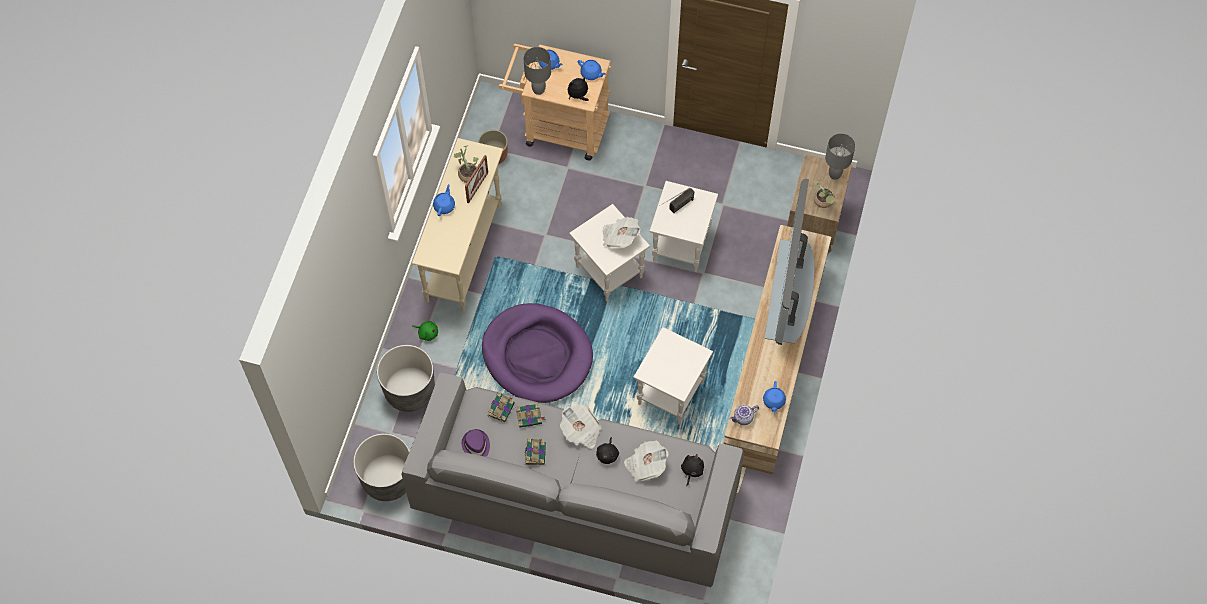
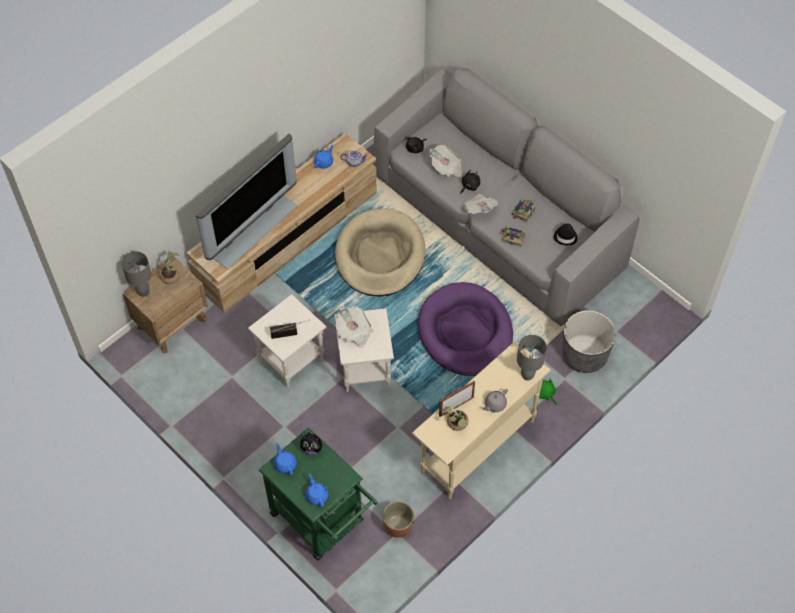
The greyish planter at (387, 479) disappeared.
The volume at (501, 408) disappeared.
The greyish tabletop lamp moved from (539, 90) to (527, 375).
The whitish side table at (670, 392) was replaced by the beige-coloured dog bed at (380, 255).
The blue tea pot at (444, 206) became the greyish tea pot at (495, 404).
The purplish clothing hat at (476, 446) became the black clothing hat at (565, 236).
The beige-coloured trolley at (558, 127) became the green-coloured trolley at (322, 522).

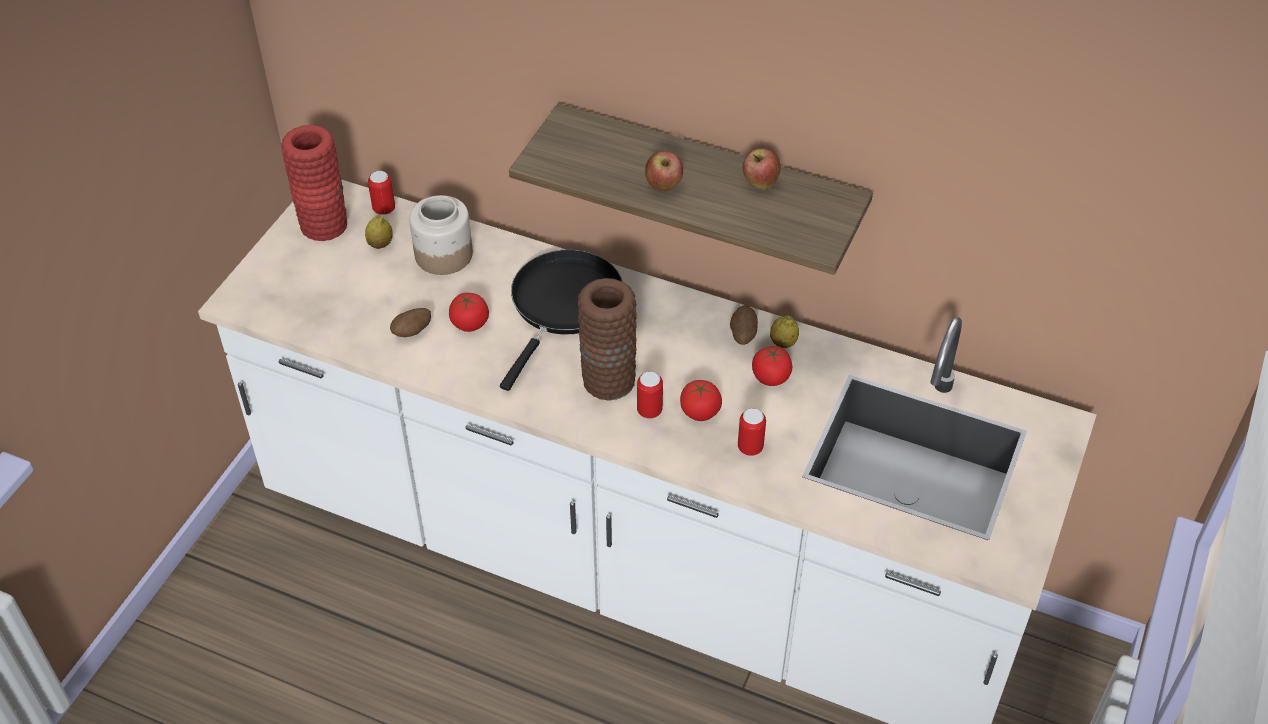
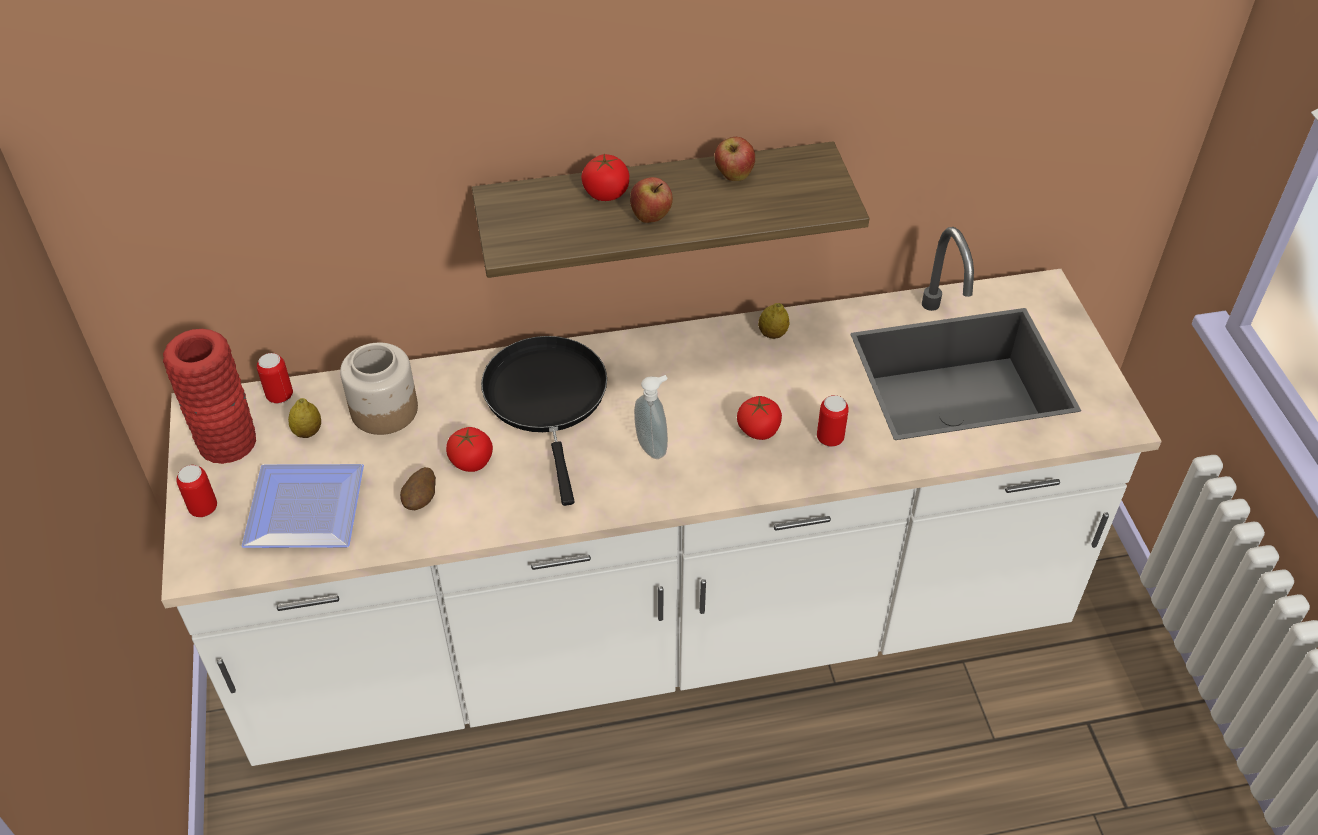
The whole potato at (742, 334) disappeared.
The dinner plate at (310, 507) appeared.
The sealed can moved from (649, 411) to (203, 508).
The fresh tomato moved from (771, 377) to (606, 193).
The brown decorative vase at (608, 381) was replaced by the soap bottle at (653, 446).

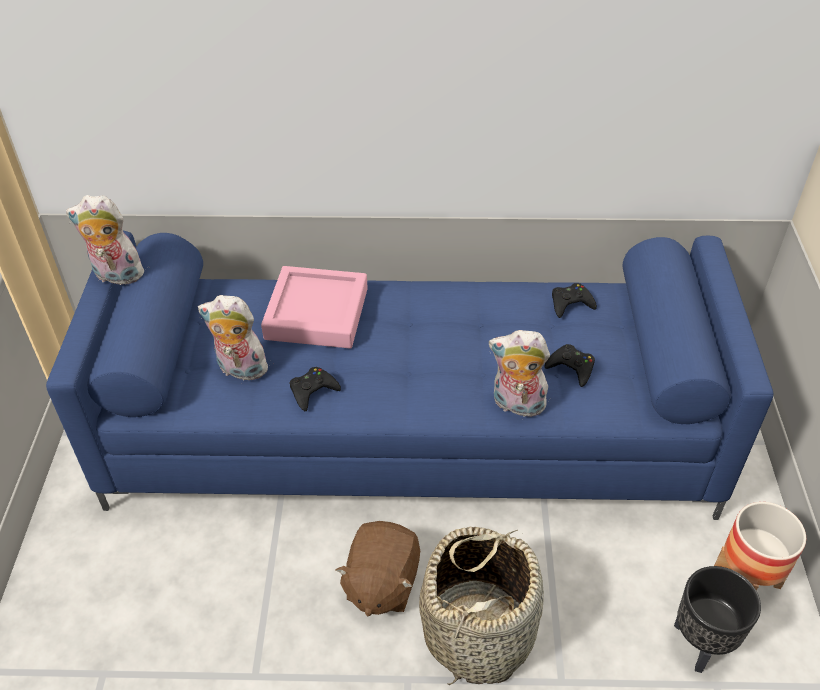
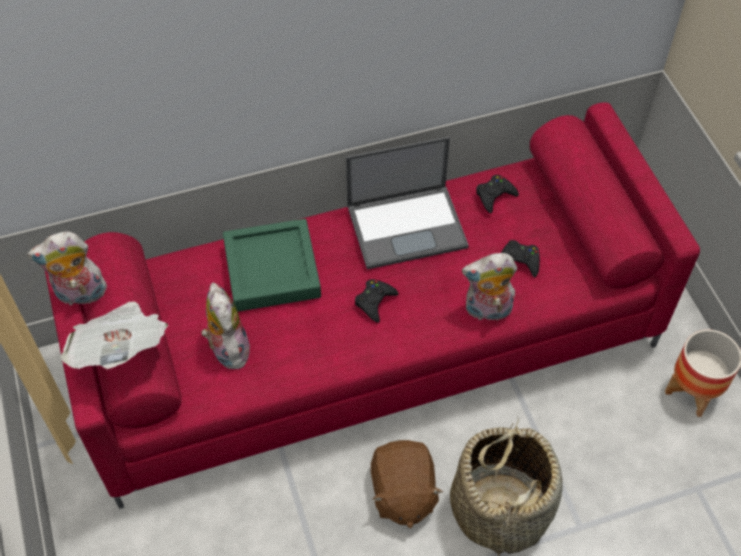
The black planter at (701, 644) disappeared.
The printed paper at (121, 349) appeared.
The laptop at (408, 226) appeared.
The black joypad moved from (313, 391) to (375, 302).
The blue sofa at (413, 433) became the reddish sofa at (372, 345).
The pinkish tray at (317, 314) became the green-coloured tray at (272, 270).
The cuddly toy at (239, 370) turned 75 degrees clockwise.

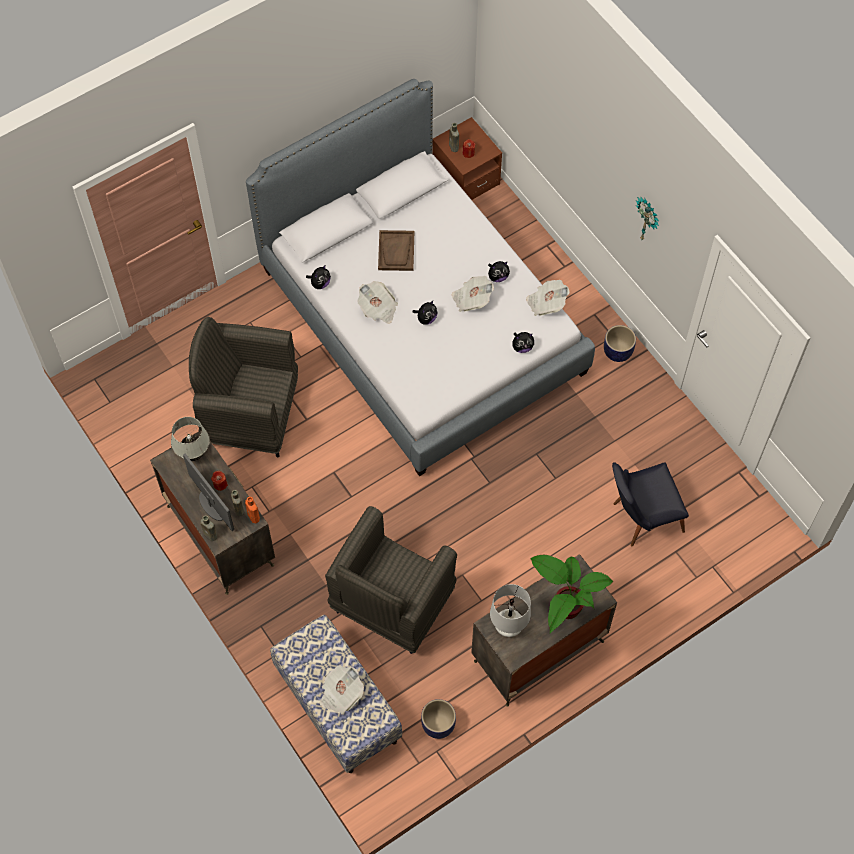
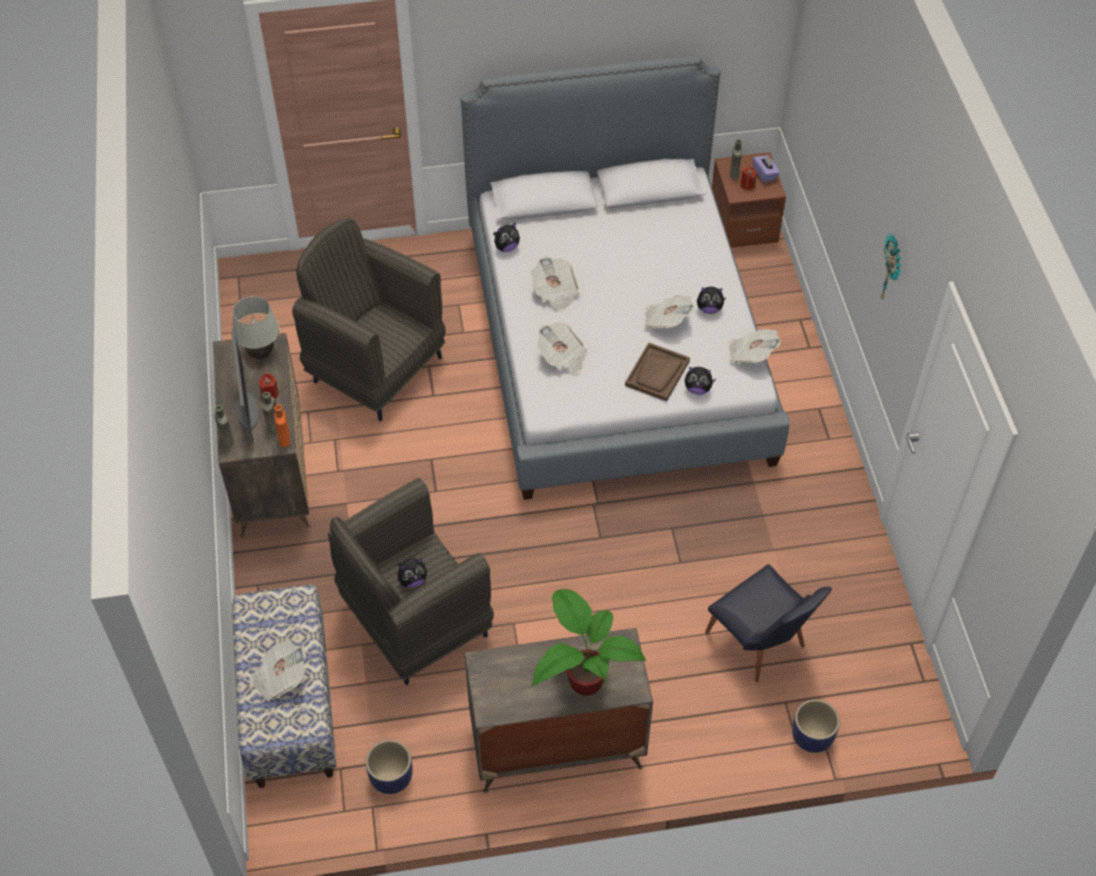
The whitish tabletop lamp at (508, 626) disappeared.
The printed paper at (562, 357) appeared.
The purplish tissue box at (765, 174) appeared.
The brown tray moved from (396, 251) to (657, 373).
The cuddly toy moved from (426, 318) to (412, 580).
The planter moved from (618, 351) to (812, 737).
The black chair at (640, 517) turned 135 degrees counterclockwise.

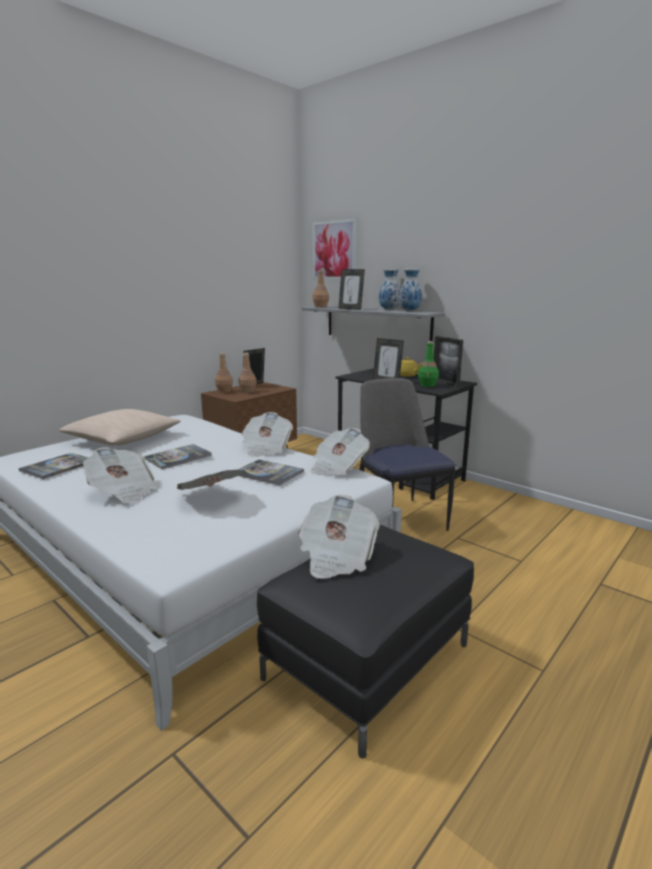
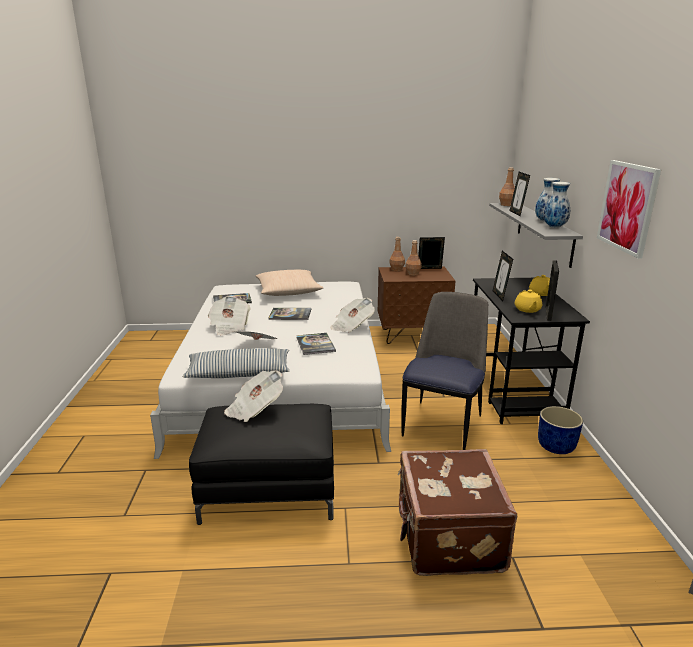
The printed paper at (337, 467) disappeared.
The pillow at (239, 373) appeared.
The brown piece of luggage at (447, 537) appeared.
The blue planter at (556, 446) appeared.
The picture moved from (334, 250) to (627, 207).
The green-coloured bottle at (428, 385) was replaced by the yellow tea pot at (527, 310).

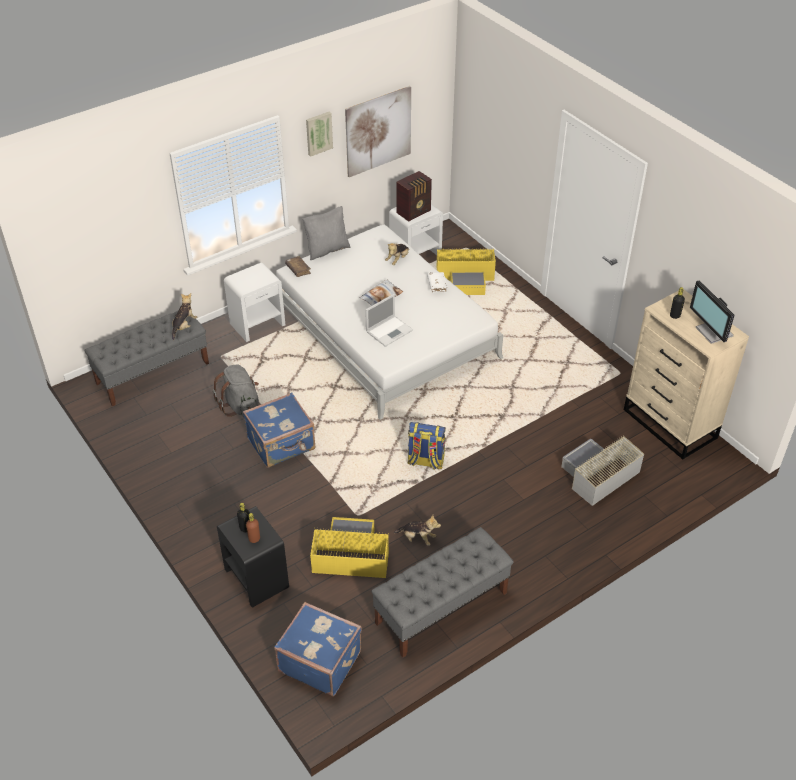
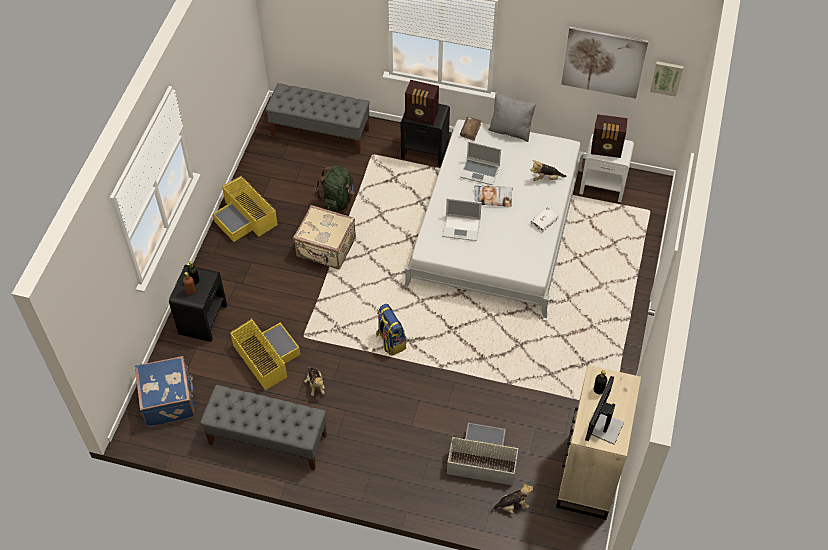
The radio receiver at (422, 116) appeared.
The laptop at (480, 172) appeared.
The cuddly toy moved from (184, 326) to (512, 505).
The picture moved from (318, 133) to (666, 77).
The yellow storage box moved from (466, 278) to (246, 217).
The greyish backpack at (241, 406) became the green-coloured backpack at (338, 201).
The whitish bedside table at (258, 324) became the black bedside table at (425, 150).
The blue piece of luggage at (282, 444) became the beige-coloured piece of luggage at (326, 249).

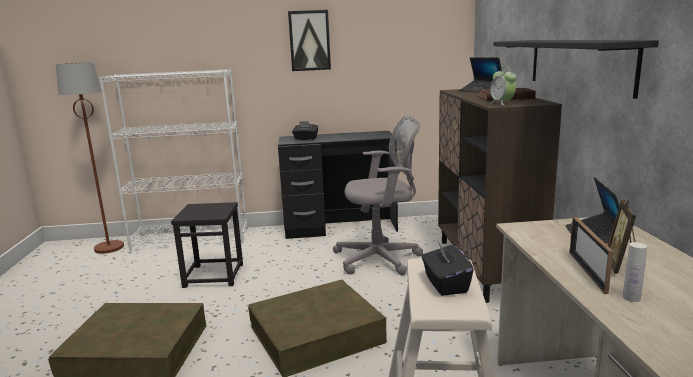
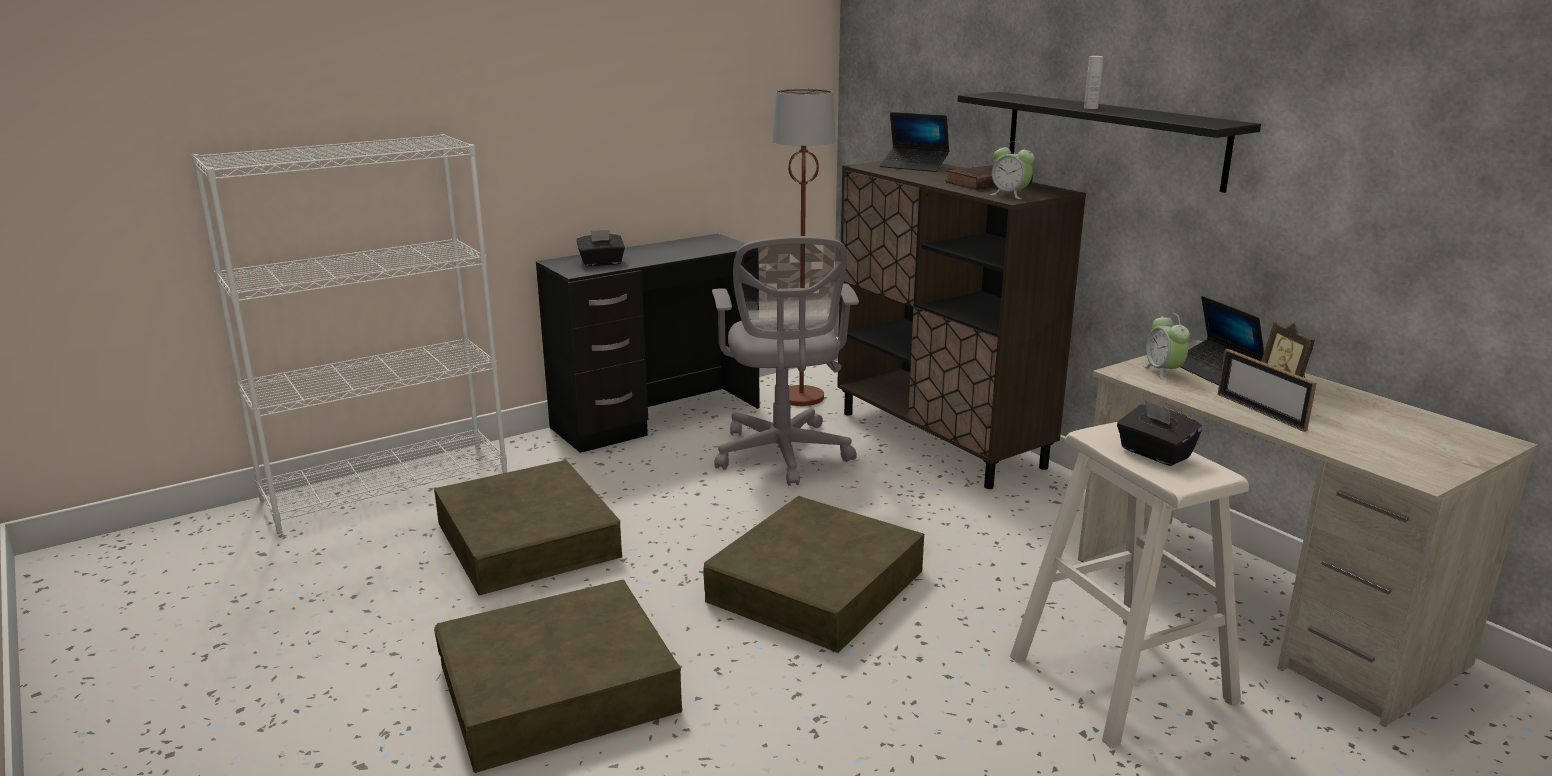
The picture at (309, 40) disappeared.
The alarm clock at (1163, 372) appeared.
The brown floor lamp moved from (109, 248) to (801, 397).
The whitish bottle moved from (631, 298) to (1091, 108).
The black sitting stool at (214, 275) was replaced by the brown storage box at (528, 539).
The greyish office chair at (381, 259) turned 120 degrees clockwise.

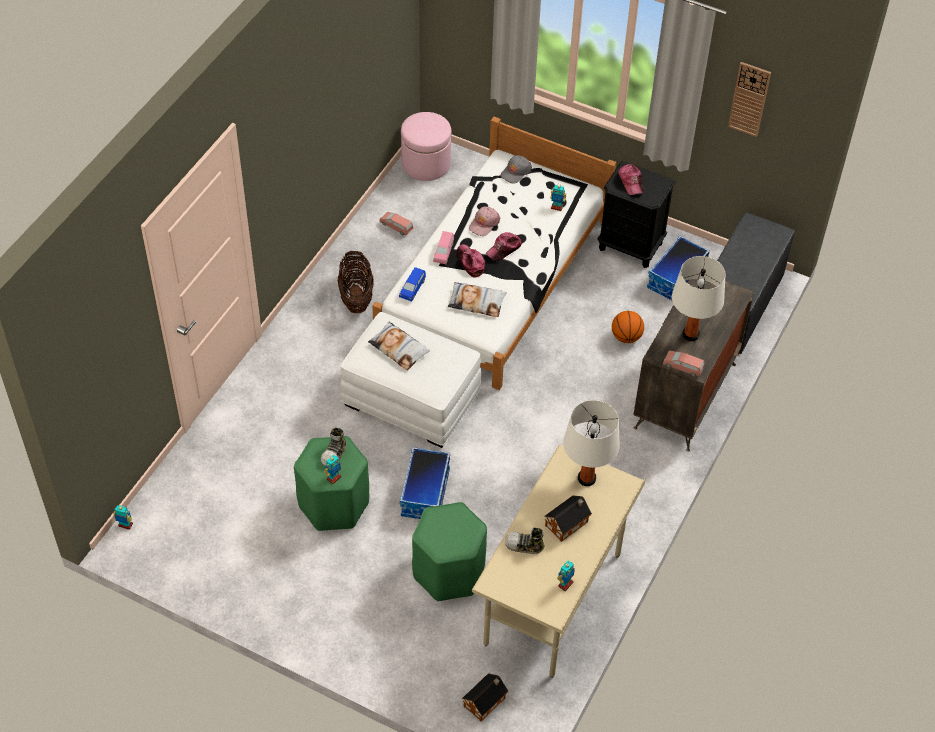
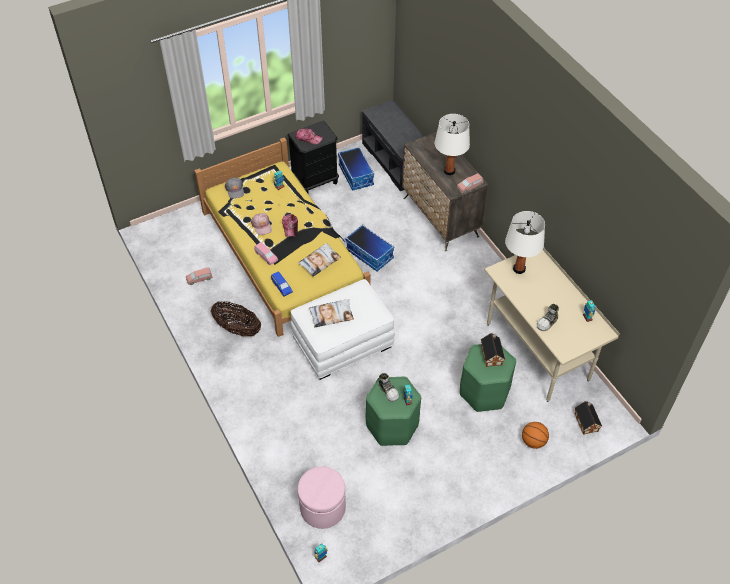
The peaked cap at (470, 262) disappeared.
The hanging clock at (749, 99) disappeared.
The storage box moved from (426, 493) to (370, 254).
The pinkish pouffe moved from (426, 164) to (322, 508).
The toy house moved from (568, 523) to (491, 354).
The basketball ball moved from (626, 337) to (533, 441).
The whitish sleeping bed at (495, 277) became the yellow sleeping bed at (283, 253).

